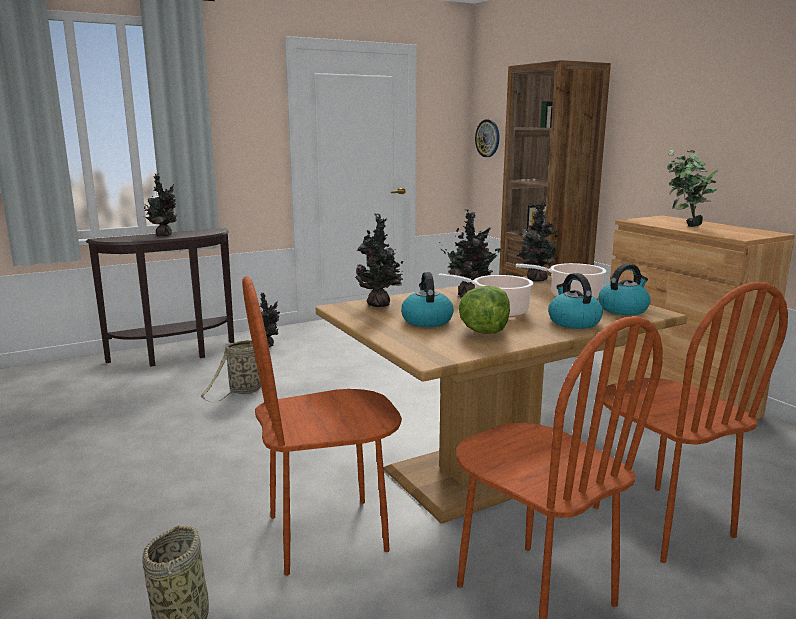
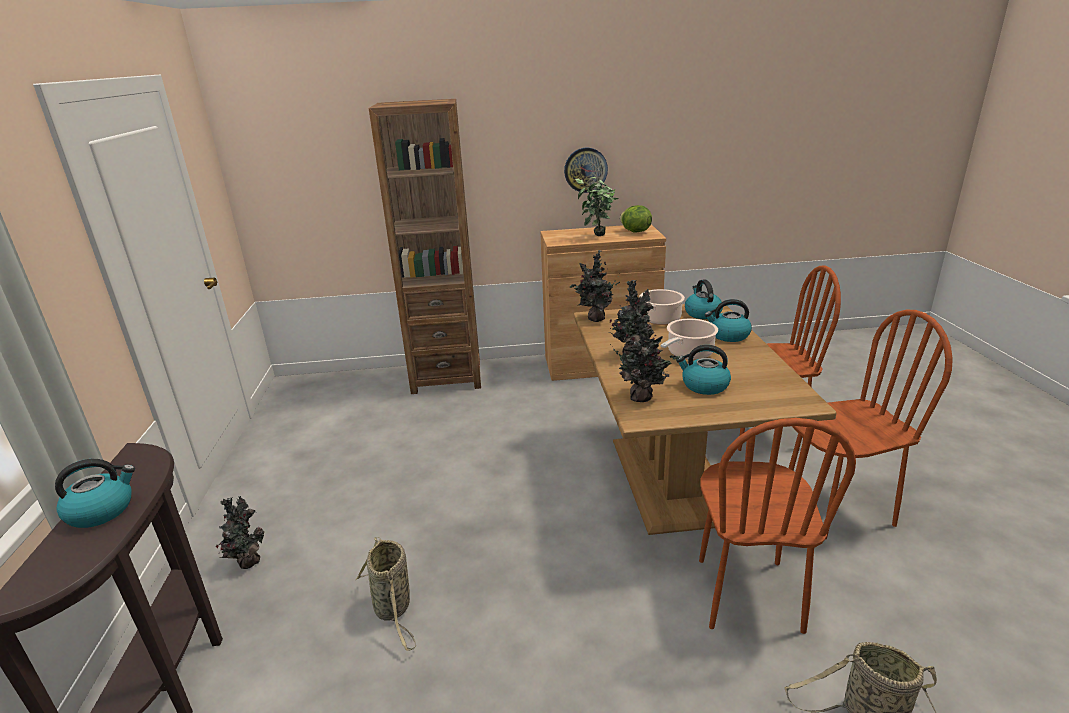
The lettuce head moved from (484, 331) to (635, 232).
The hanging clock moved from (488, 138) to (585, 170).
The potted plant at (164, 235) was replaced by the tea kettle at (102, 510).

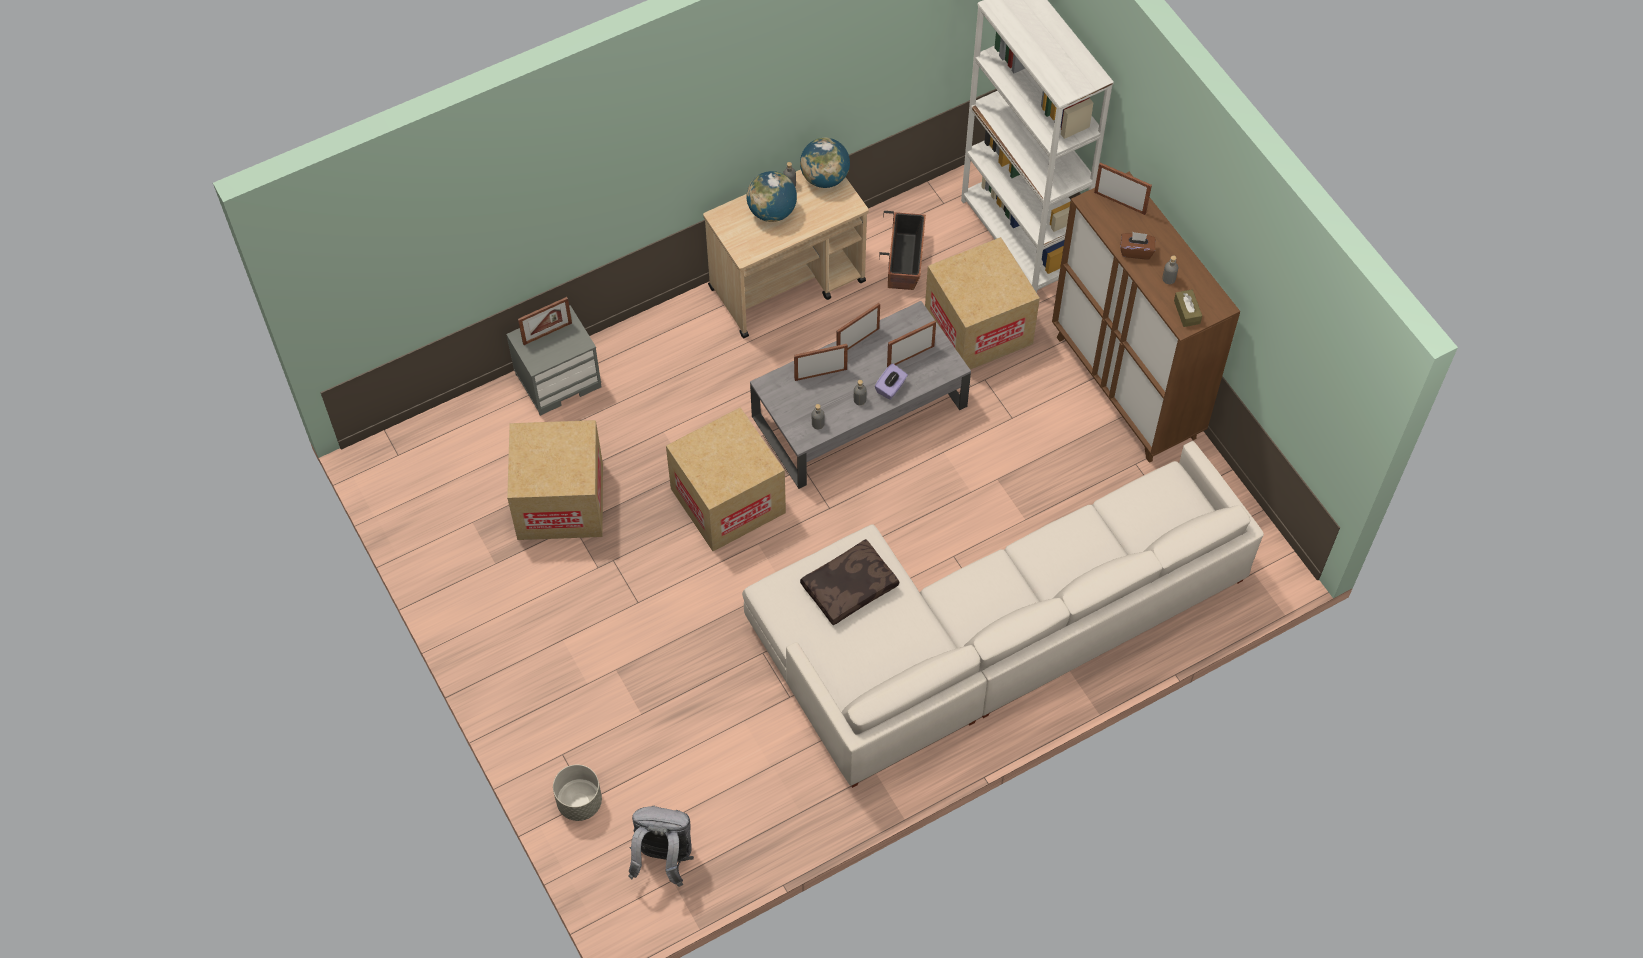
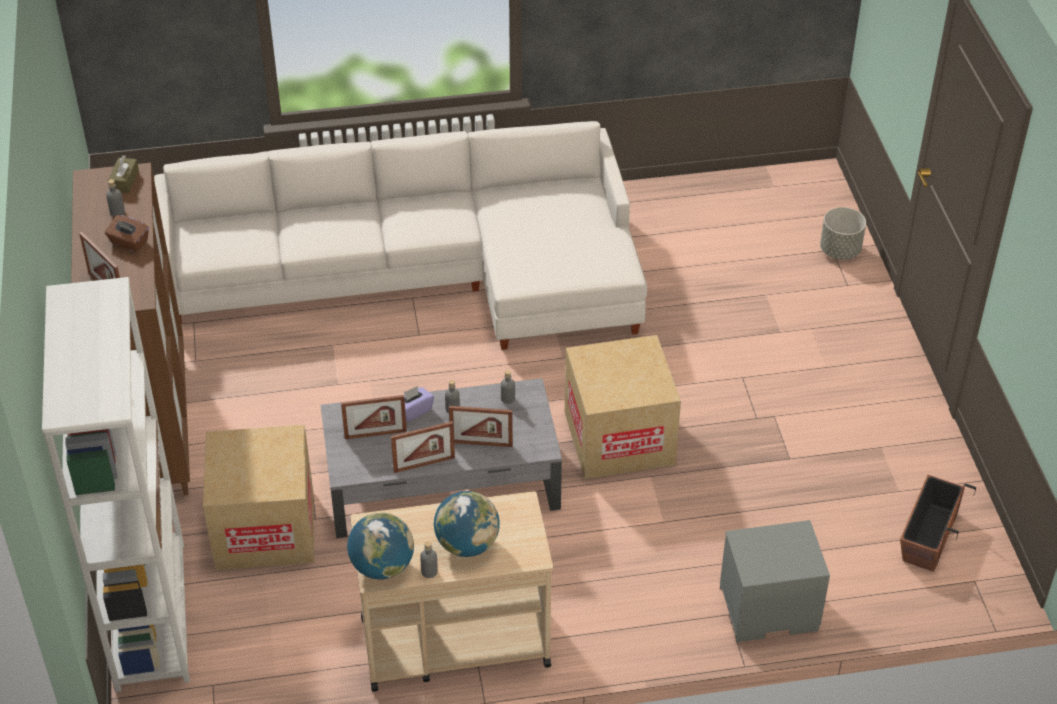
The cardboard box at (560, 501) disappeared.
The photo frame at (547, 333) disappeared.
The greyish backpack at (663, 859) disappeared.
The brown pillow at (849, 586) disappeared.
The planter moved from (904, 261) to (928, 536).

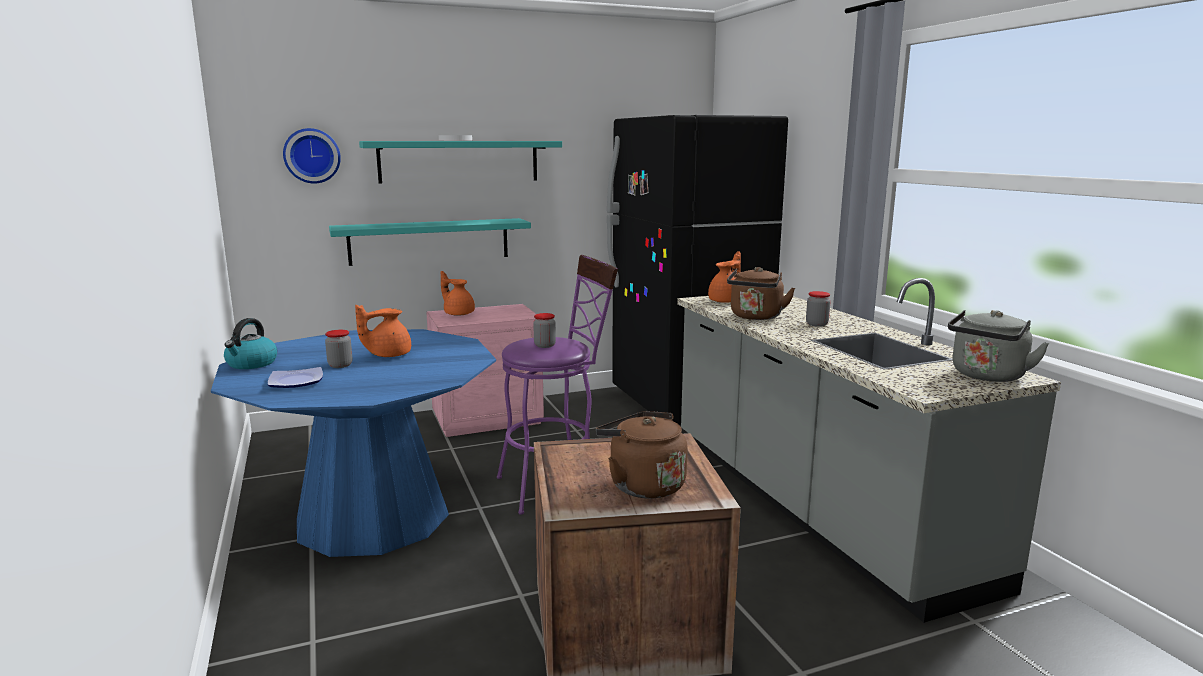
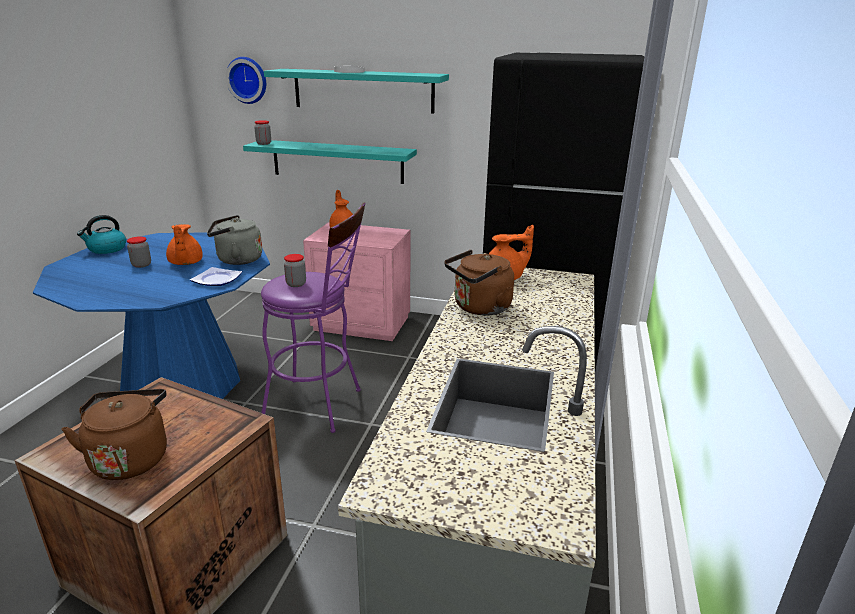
The dinner plate moved from (295, 381) to (216, 279).
The preserve jar moved from (816, 324) to (264, 143).
The greyish tea kettle moved from (987, 376) to (236, 260).
The orange-coloured tea pot at (387, 355) turned 105 degrees counterclockwise.

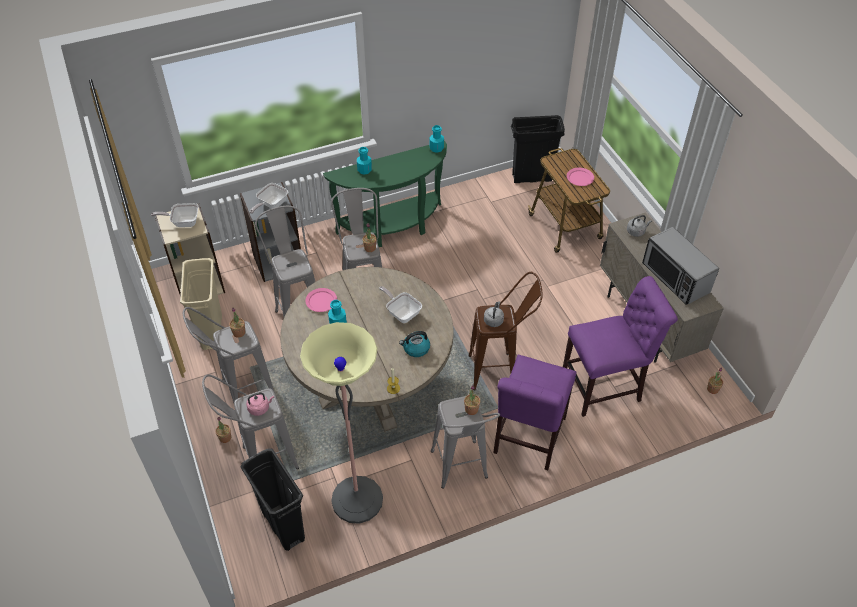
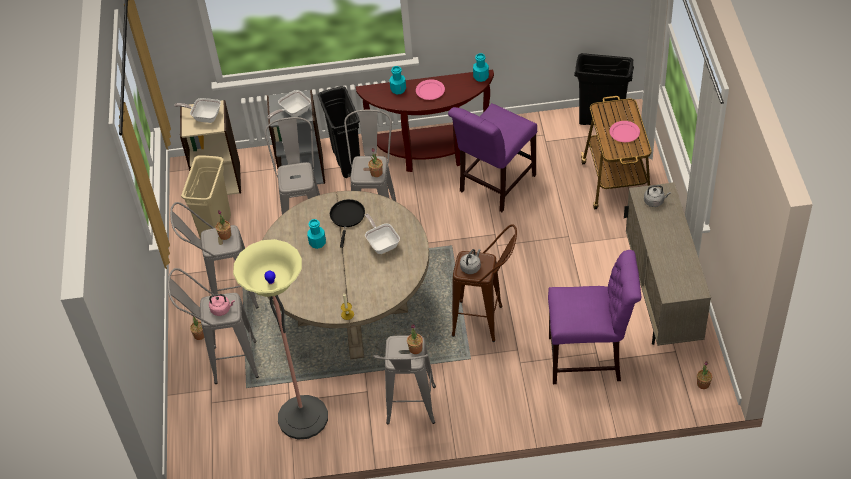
The tea kettle at (416, 349) disappeared.
The kitchen microwave at (675, 278) disappeared.
The black frying pan at (347, 217) appeared.
The black rubbish bin moved from (283, 525) to (346, 161).
The pinkish dinner plate moved from (321, 301) to (430, 91).
The purplish chair moved from (527, 438) to (494, 185).
The green-coloured console table at (393, 227) became the brown console table at (431, 152).

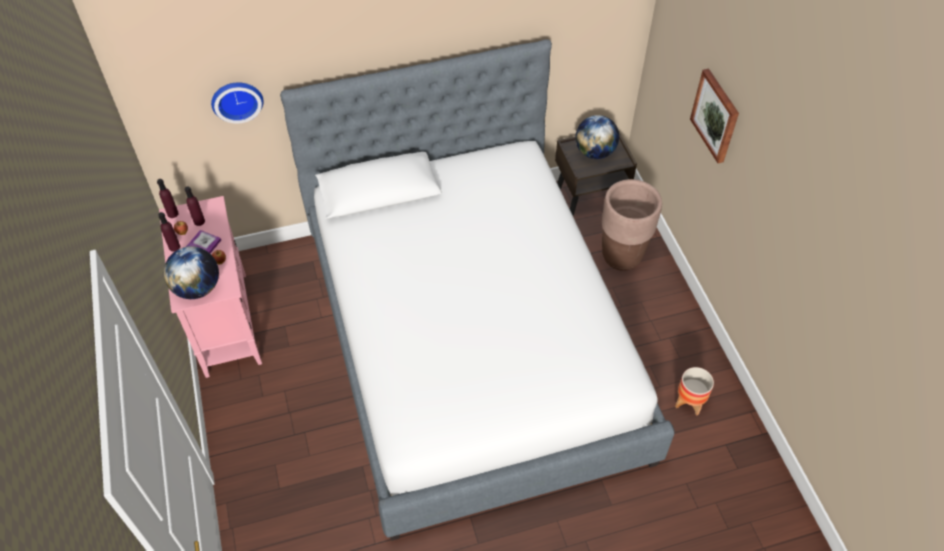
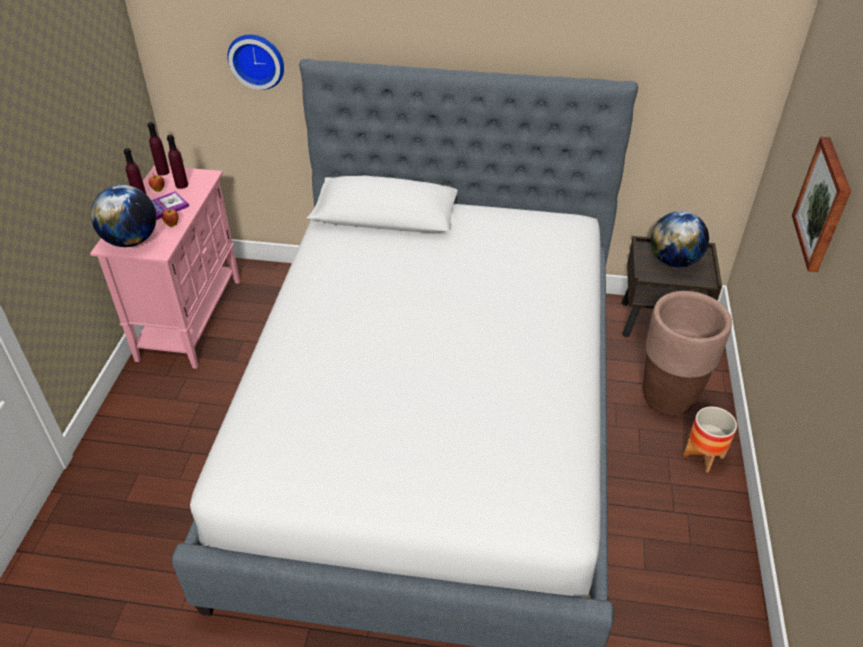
The planter moved from (689, 402) to (703, 456).

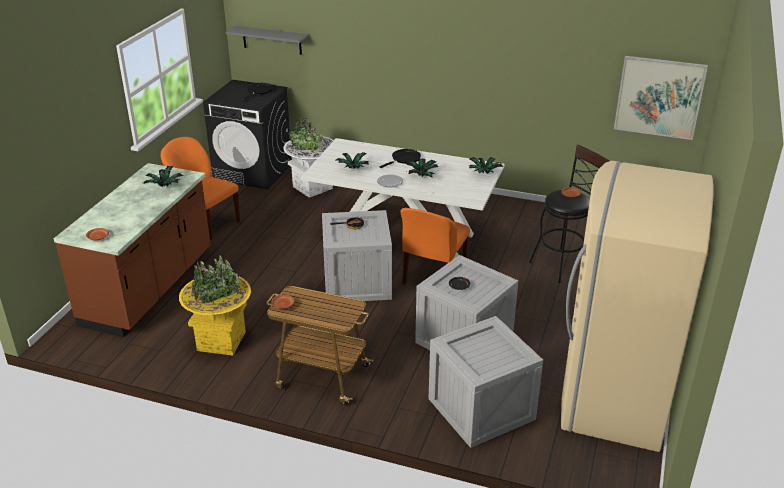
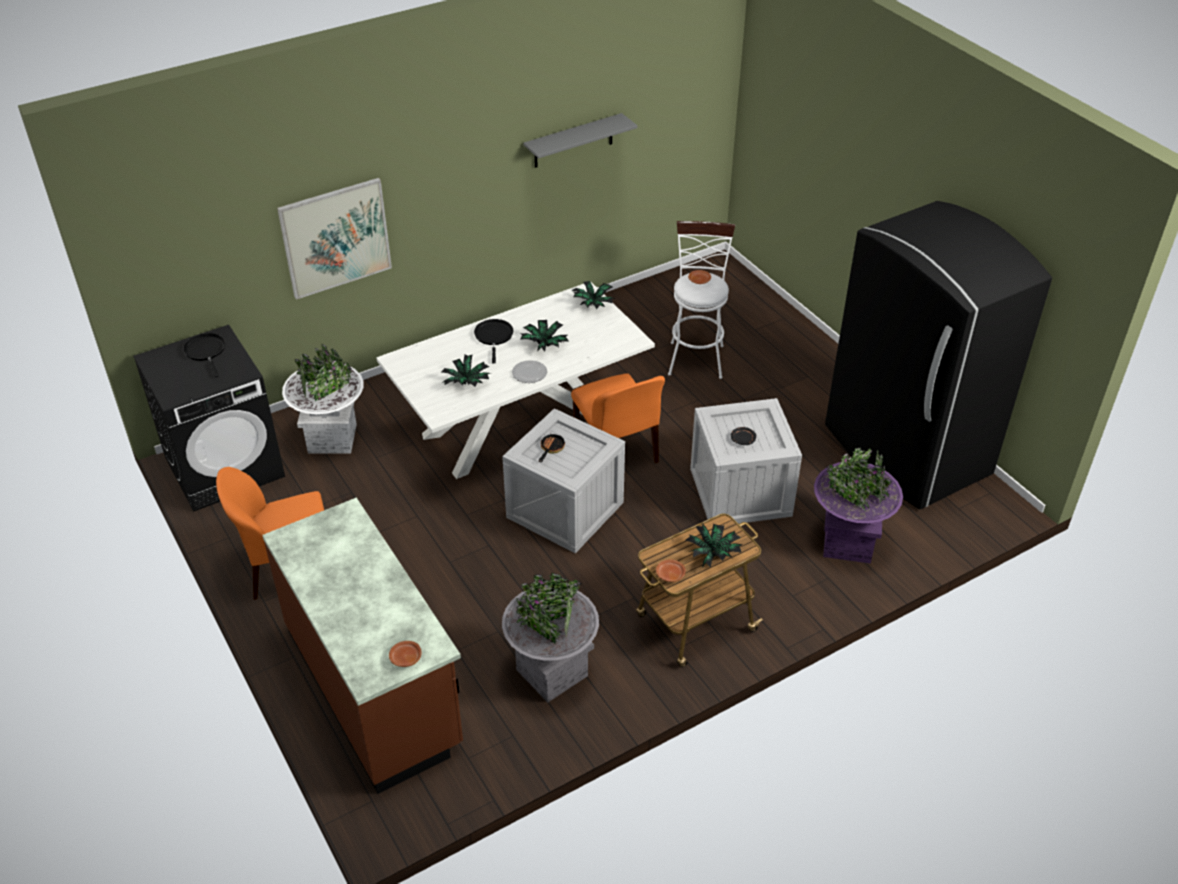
The potted plant moved from (164, 187) to (713, 554).
The greyish shelf moved from (272, 40) to (573, 141).
The picture moved from (659, 97) to (335, 238).
The shipping crate at (481, 410) was replaced by the purplish planter at (848, 543).
The yellow planter at (221, 341) became the greyish planter at (551, 672).
The black sitting stool at (563, 263) became the whitish sitting stool at (696, 356).
The beige-coloured refrigerator at (614, 396) became the black refrigerator at (905, 452).

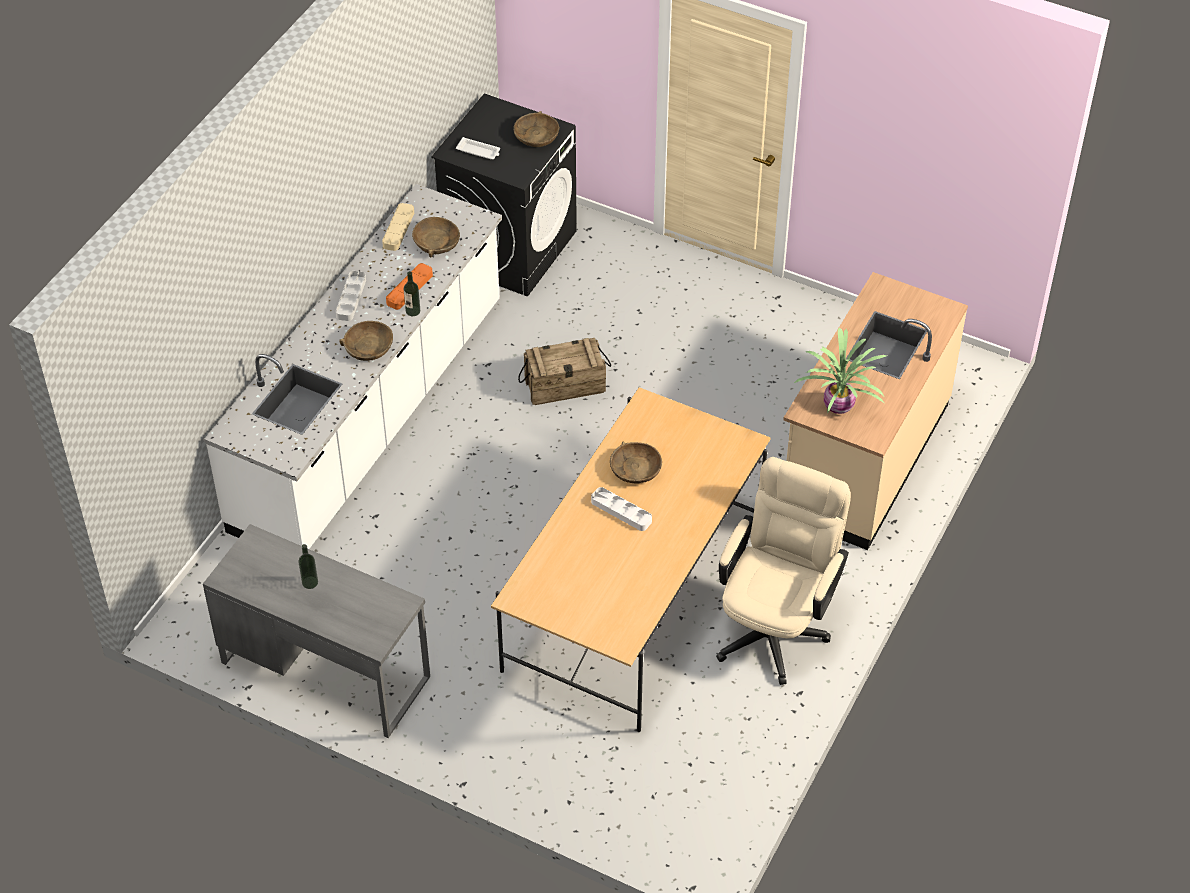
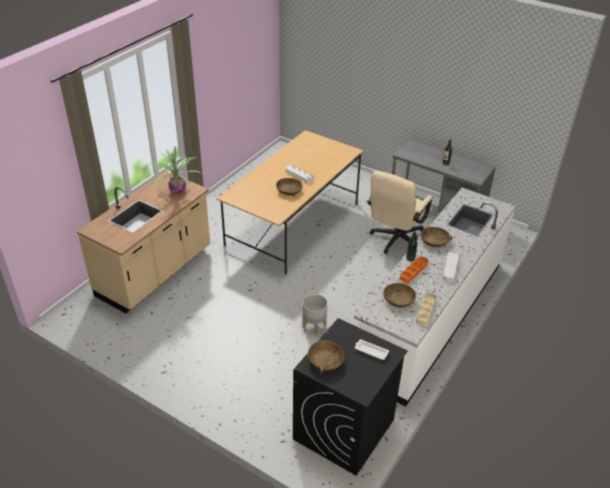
The beige-coloured office chair moved from (775, 625) to (395, 241).
The shipping crate at (565, 385) was replaced by the greyish planter at (314, 326).

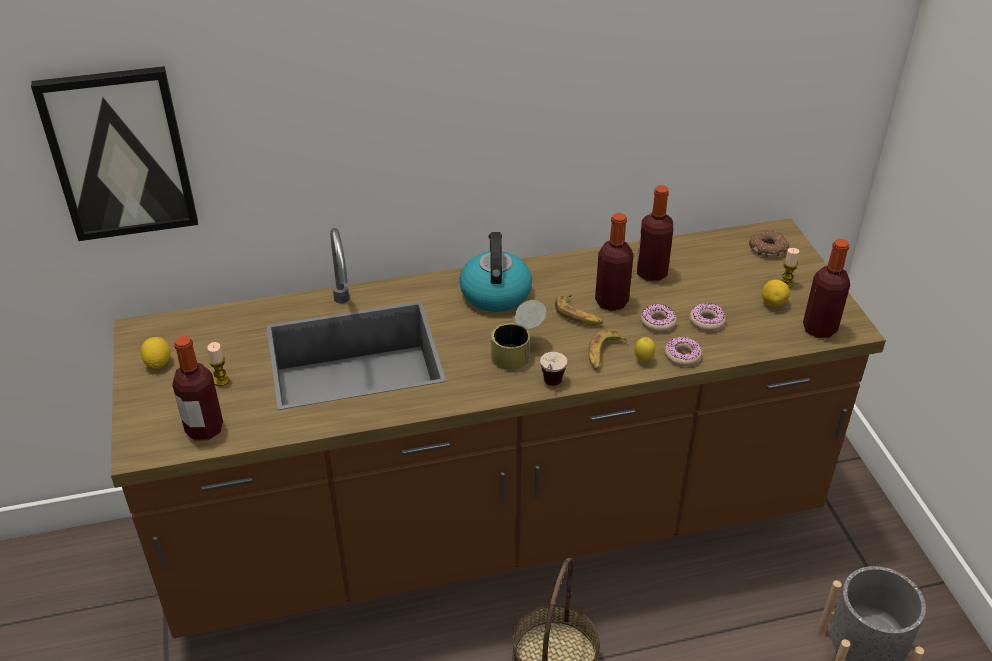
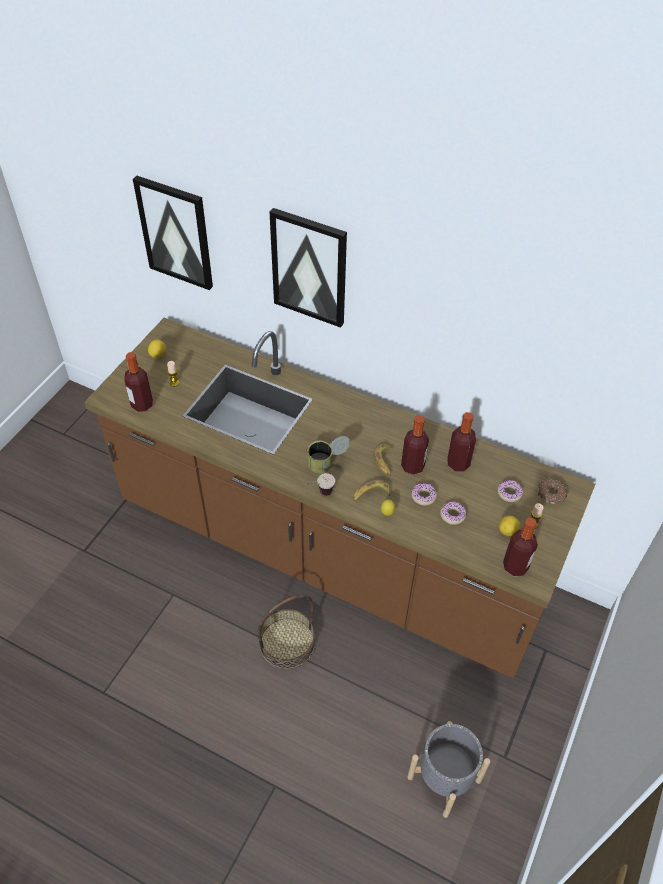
The tea kettle at (495, 293) disappeared.
The picture at (309, 267) appeared.
The ring doughnut moved from (682, 355) to (509, 493).

